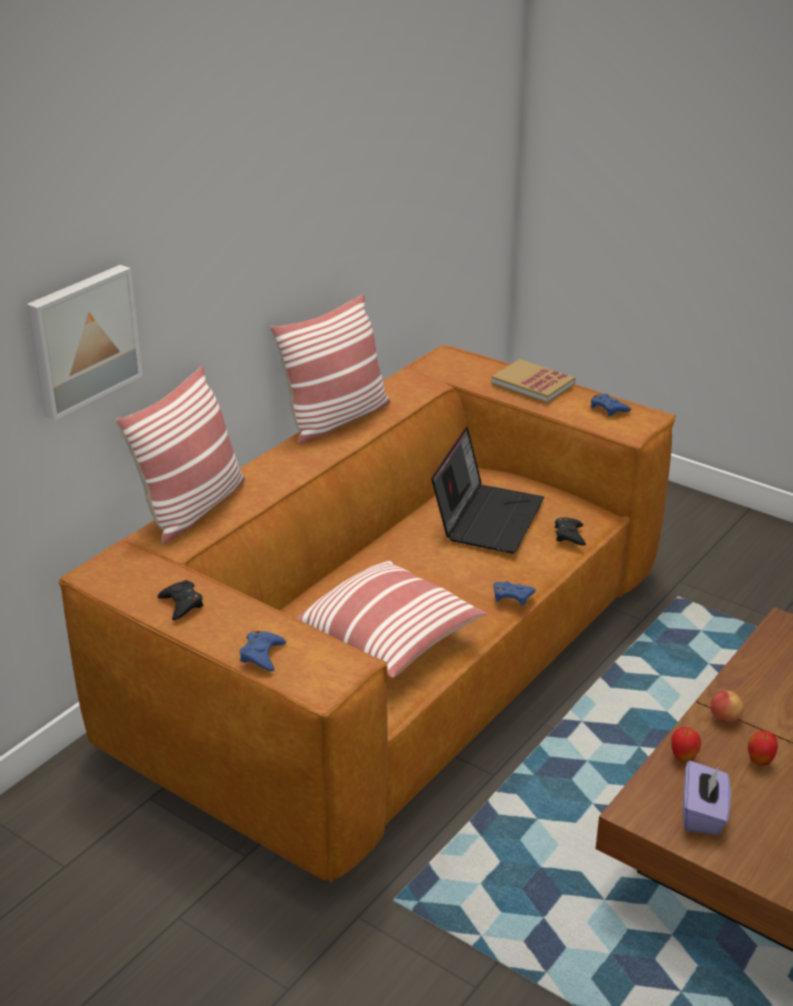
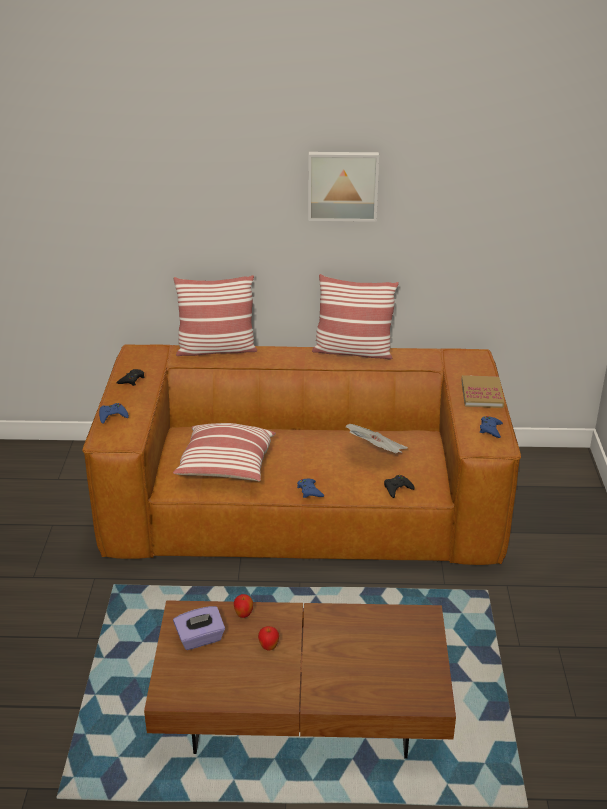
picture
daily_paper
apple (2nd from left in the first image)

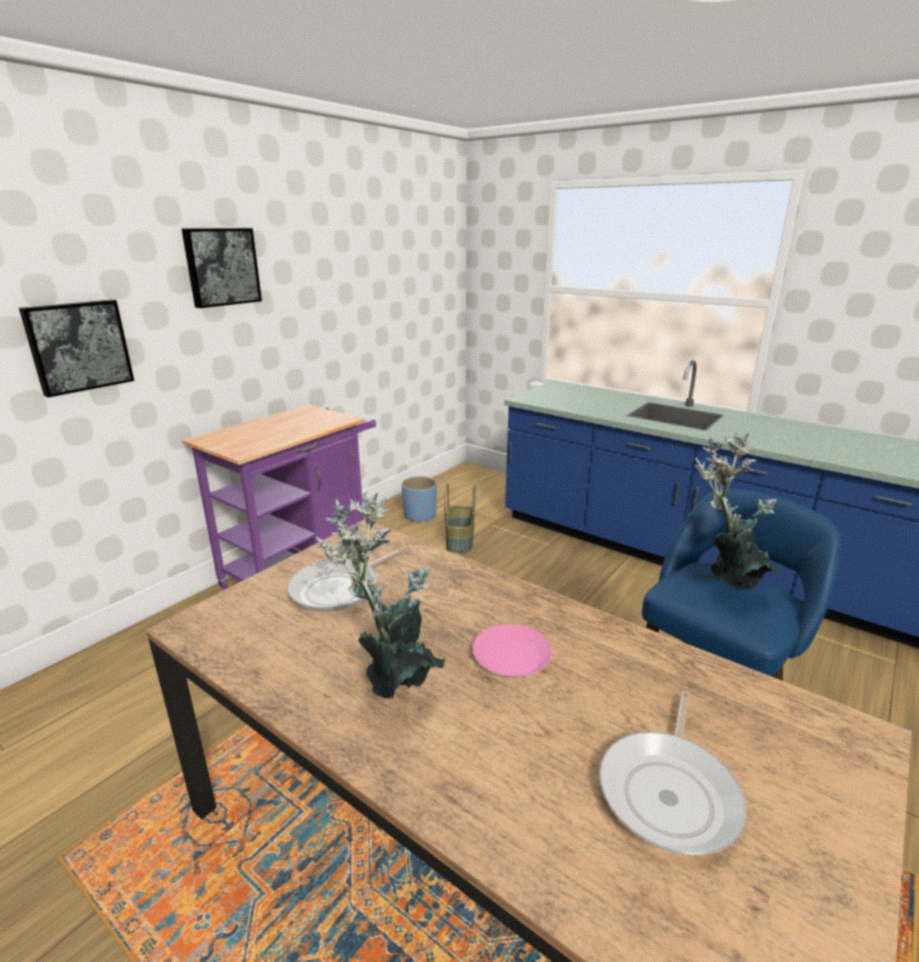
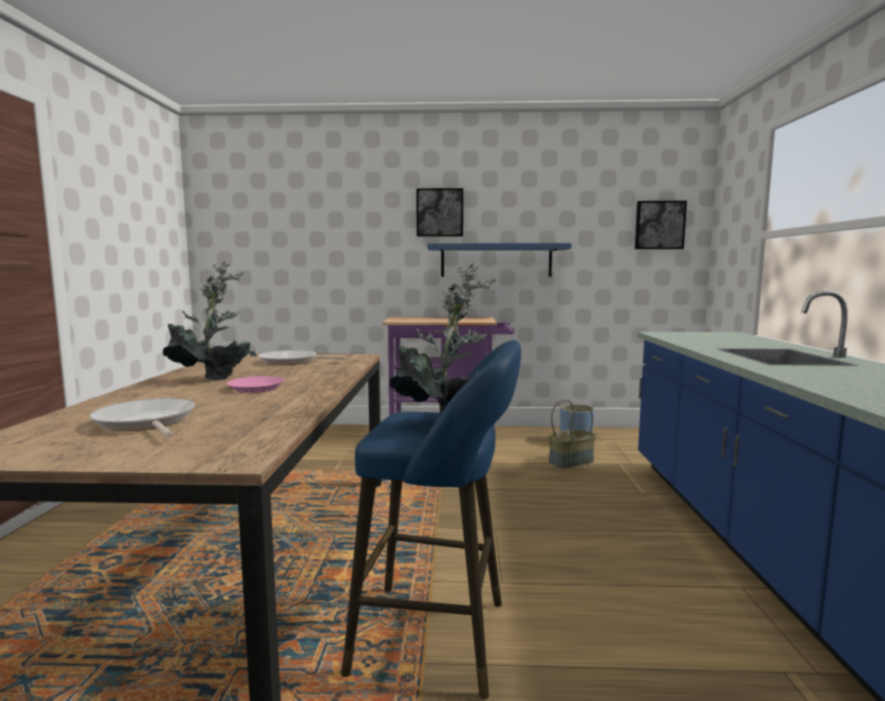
skillet (1st from left)
bluish_wall_shelf
picture (2nd from left)

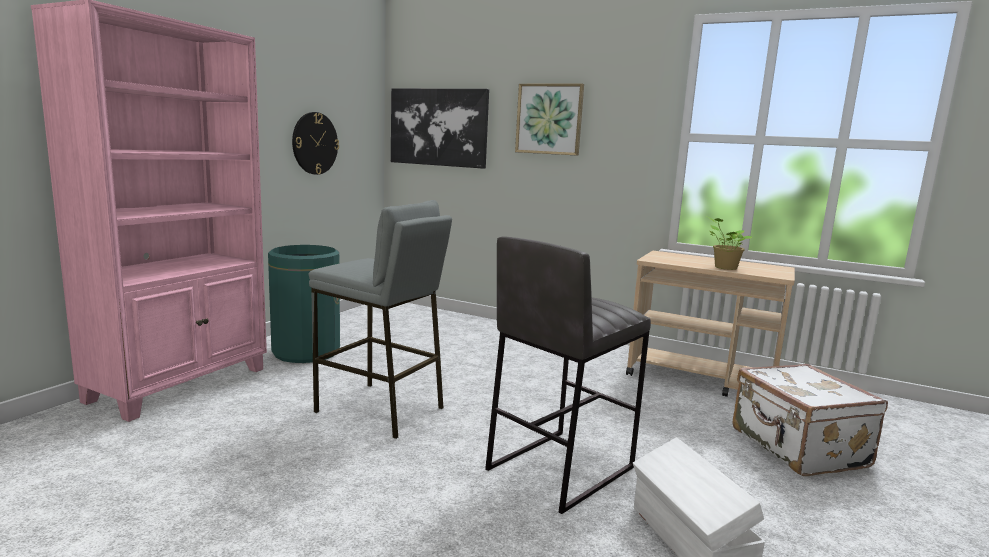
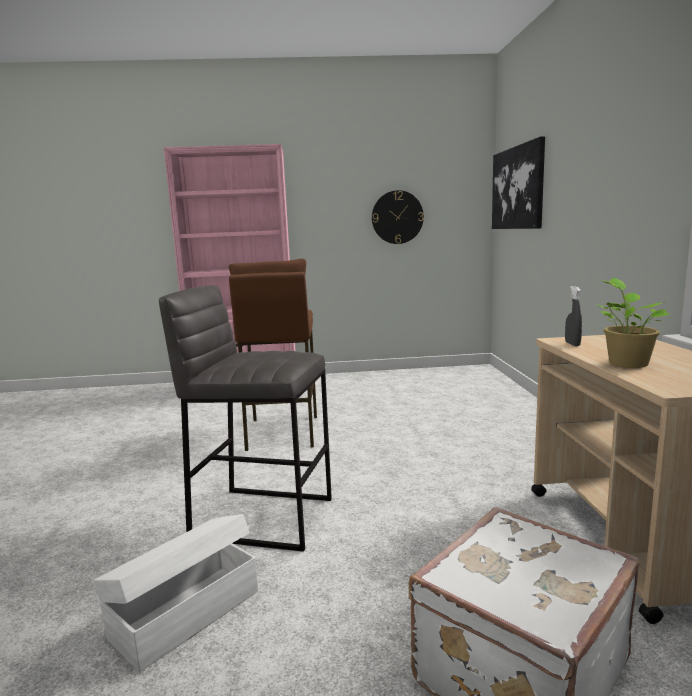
brown-coloured_stool
gray_spray_bottle
green-coloured_waste_bin
picture (2nd from left in the first image)

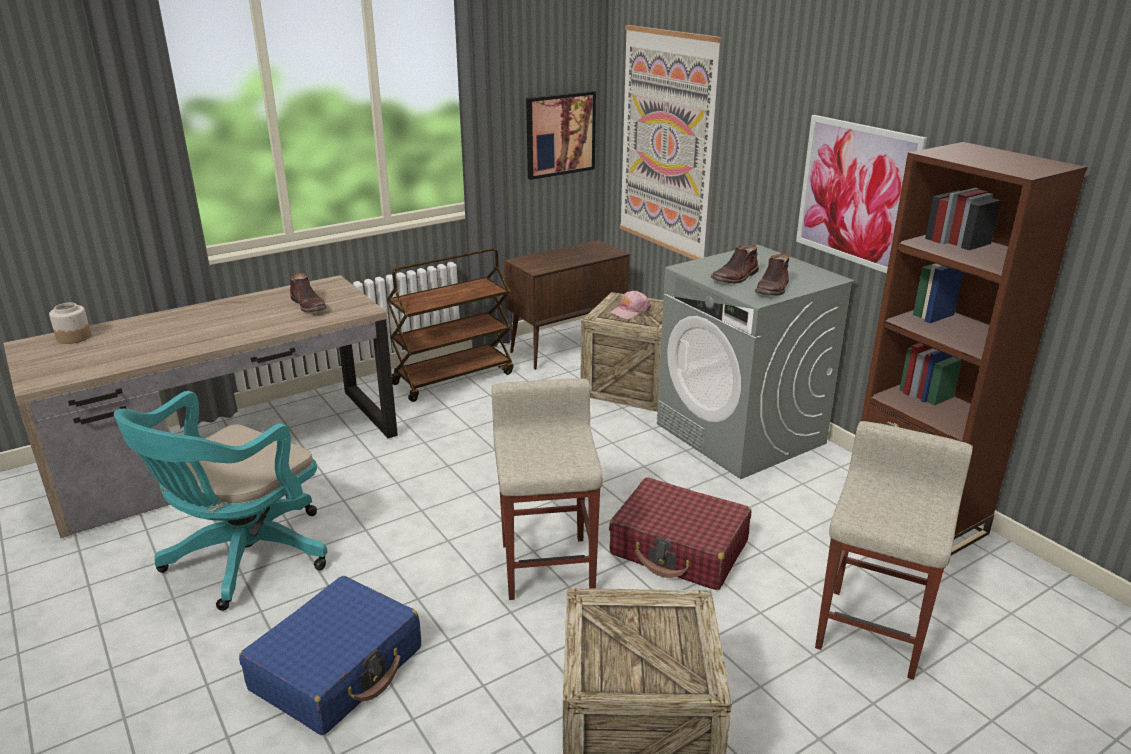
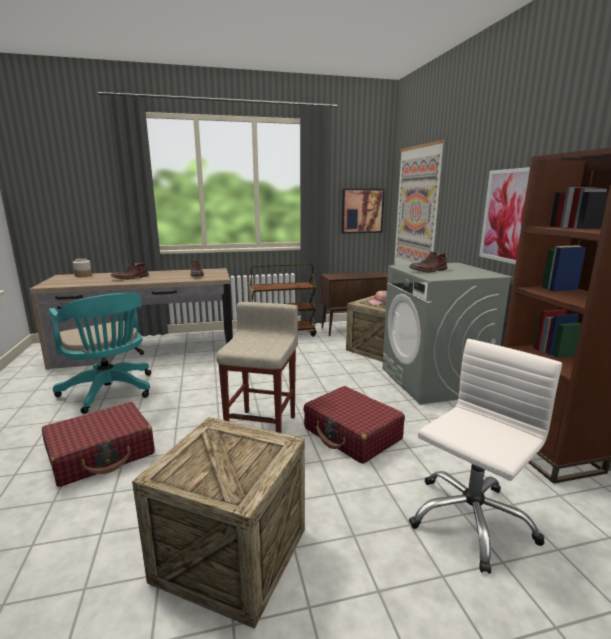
red_suitcase (1st from left)
turquoise-coloured_computer_chair
brown-coloured_tall_boot (1st from left)
white_computer_chair

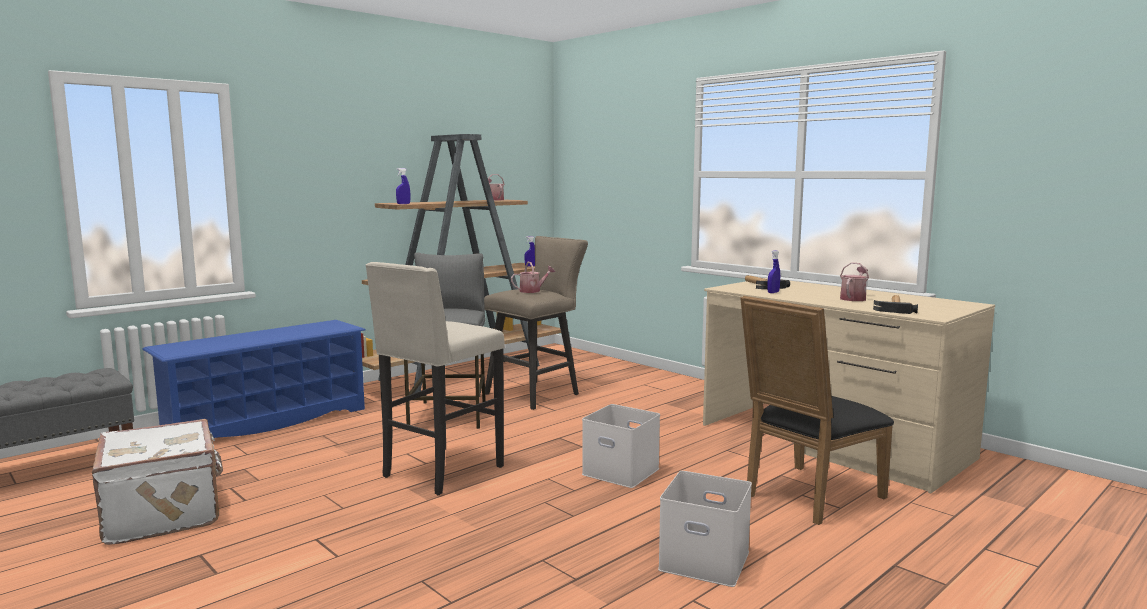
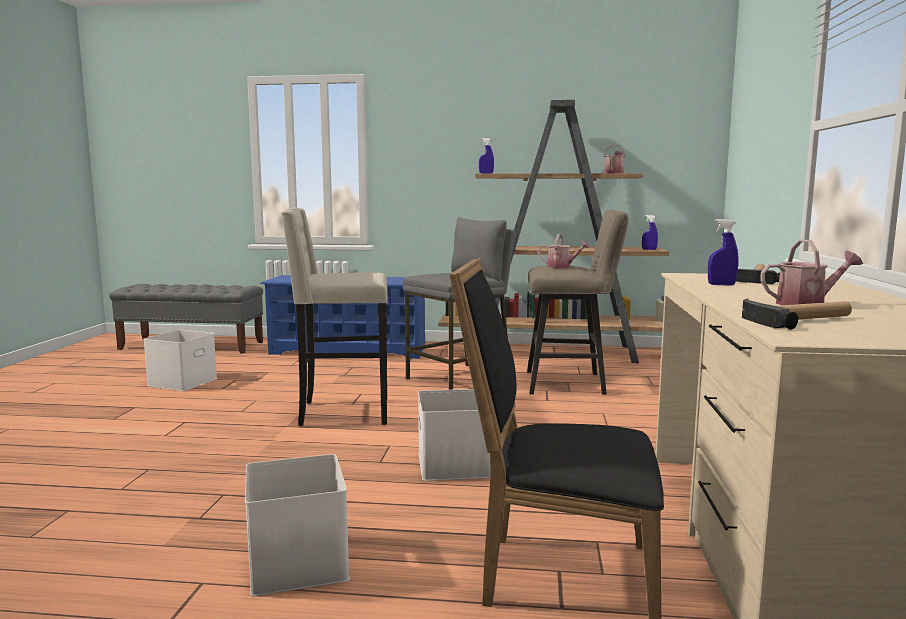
white_storage_box (1st from left)

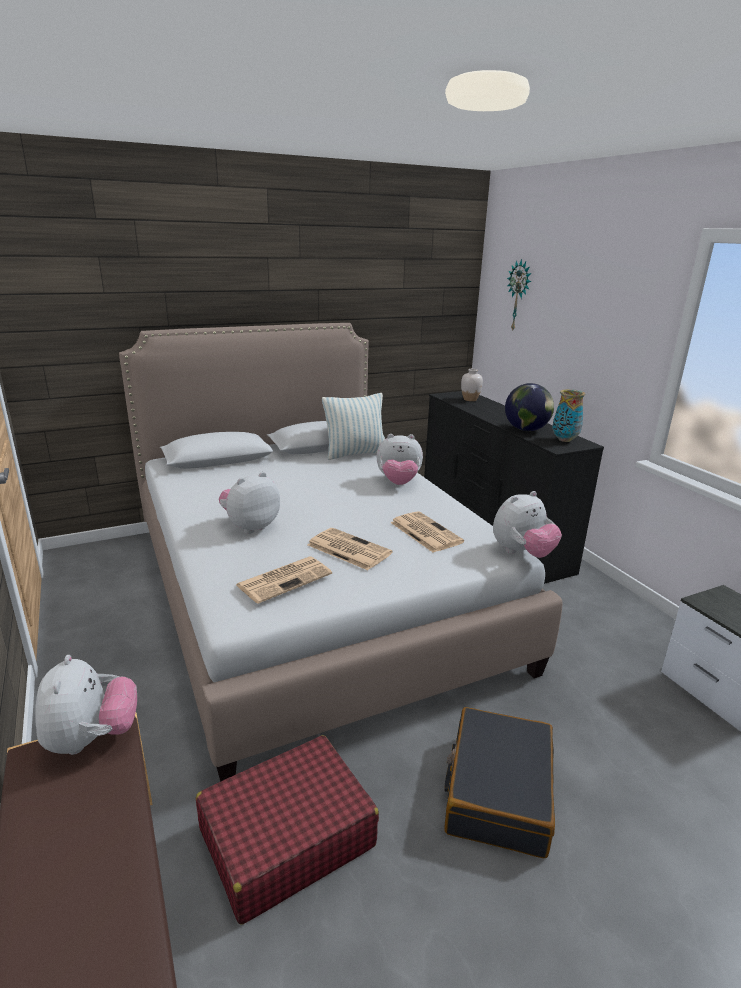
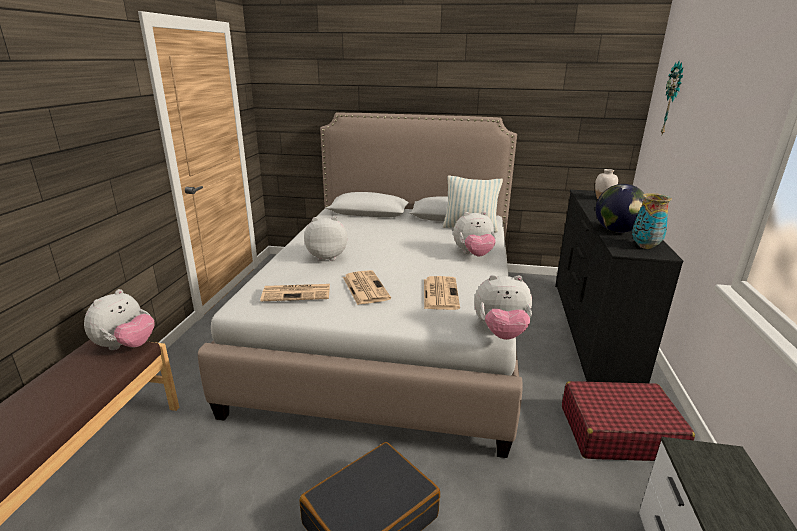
soft_toy (3rd from left)
red_suitcase

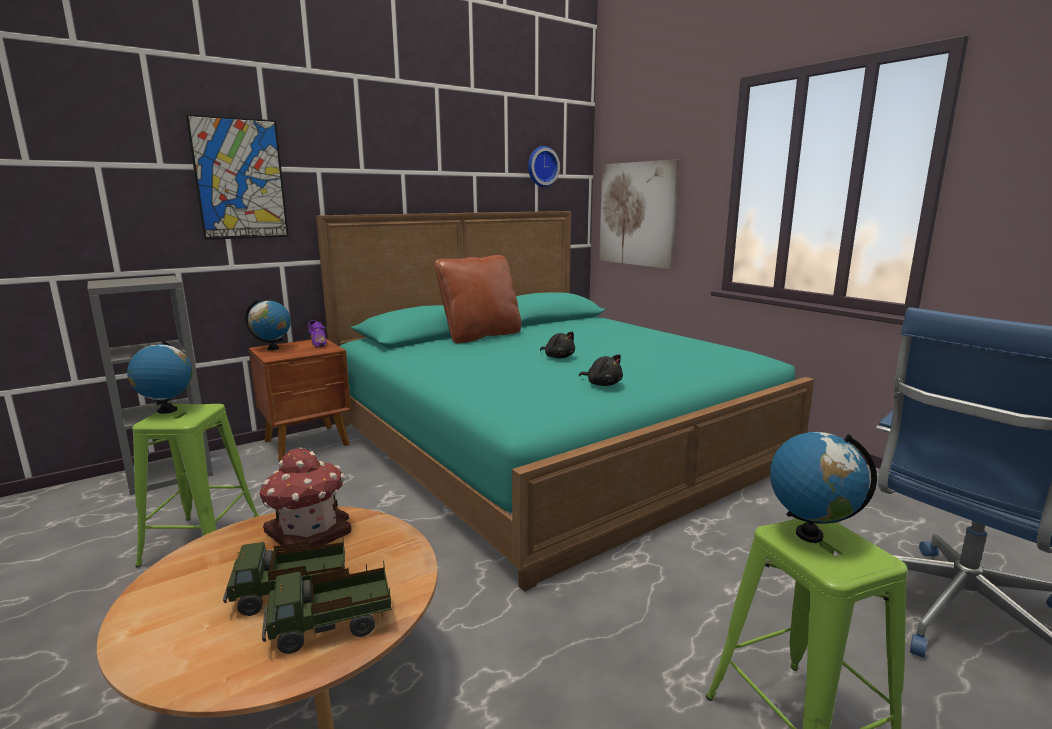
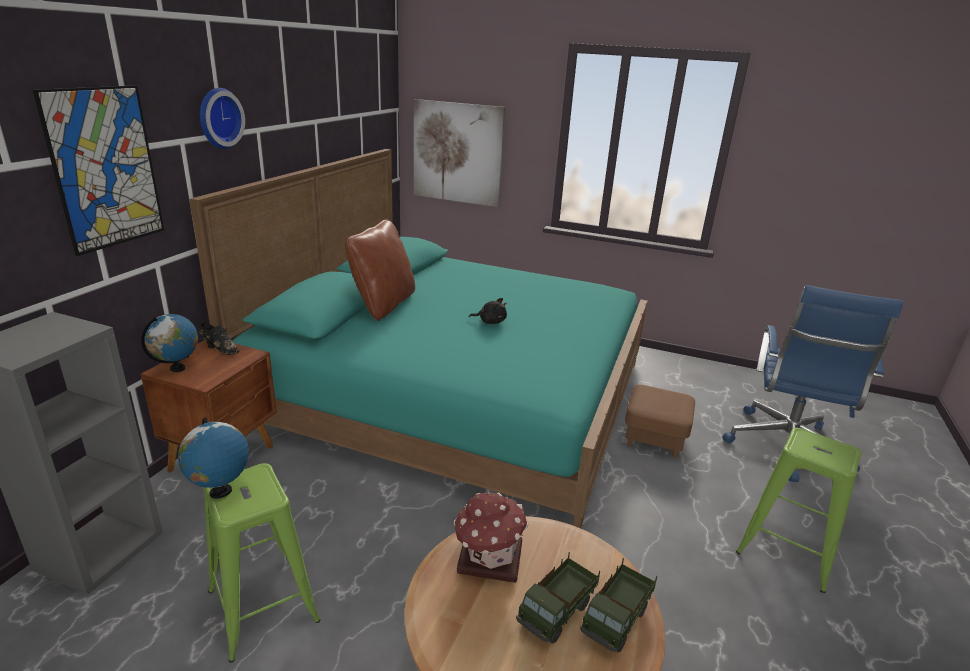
black-coloured_low_shoe
clock_on_the_wall
brown-coloured_pouffe
black-coloured_soft_toy (2nd from left in the first image)
globe (3rd from left in the first image)

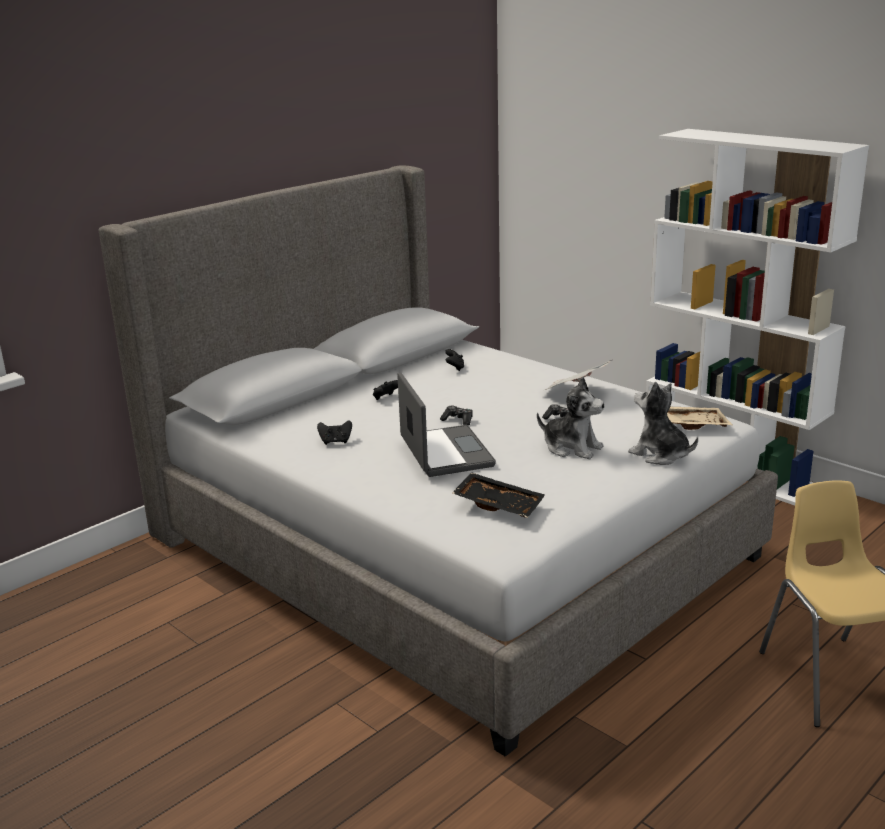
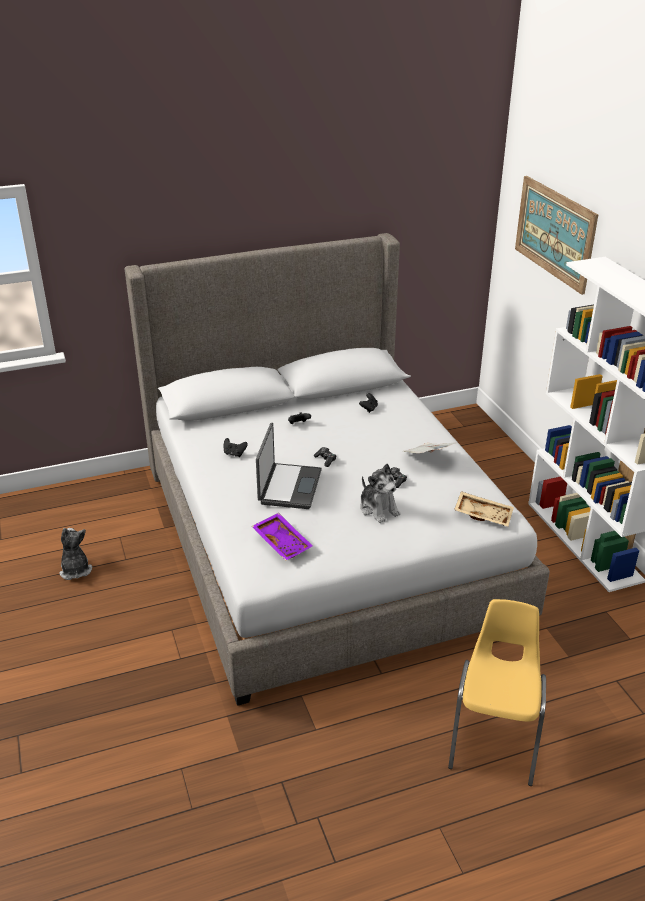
soft_toy (1st from left)
purple_tray
picture

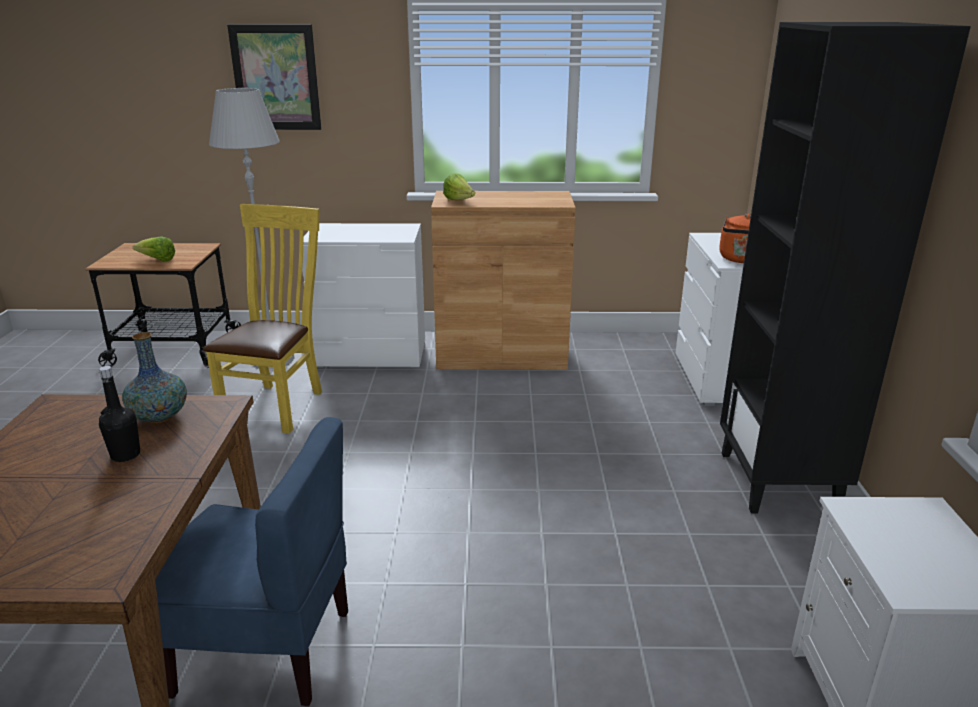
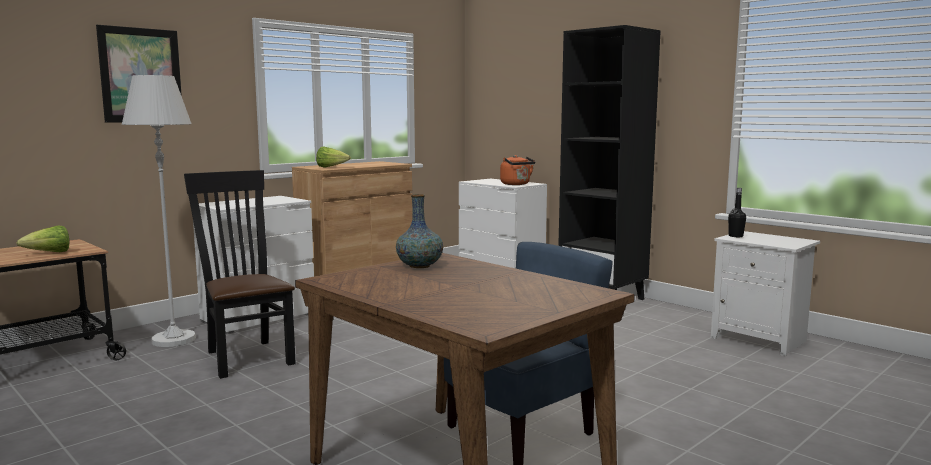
black-coloured_upright_chair
black-coloured_beverage_bottle

